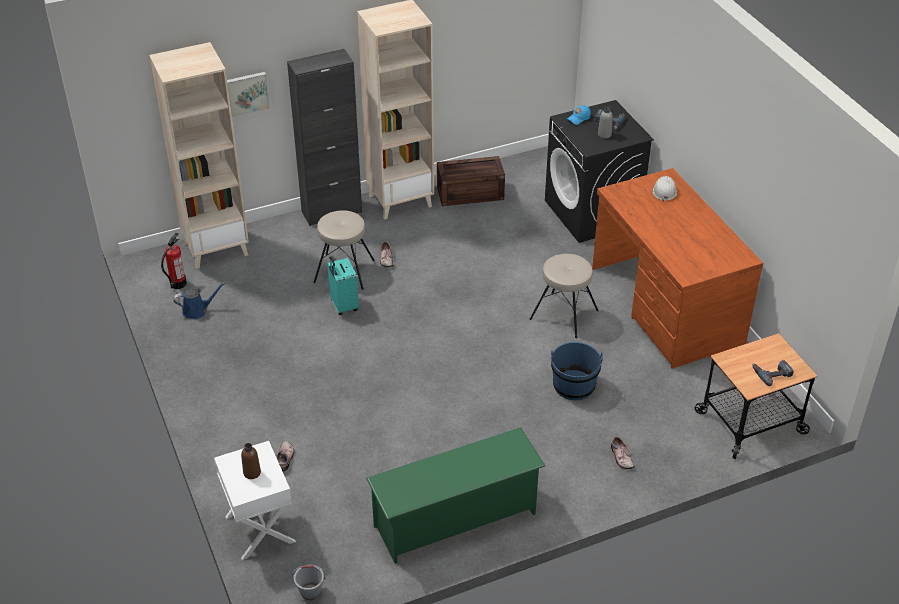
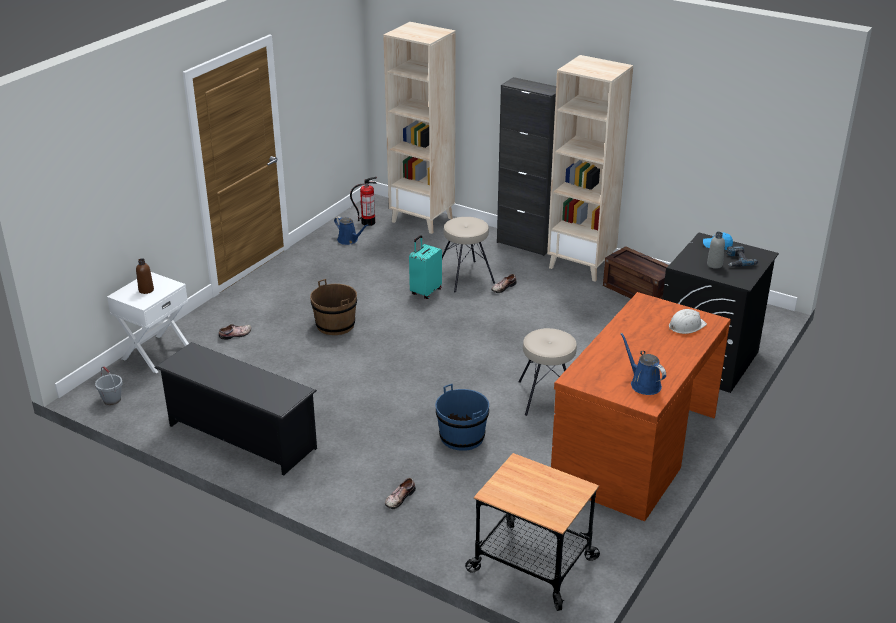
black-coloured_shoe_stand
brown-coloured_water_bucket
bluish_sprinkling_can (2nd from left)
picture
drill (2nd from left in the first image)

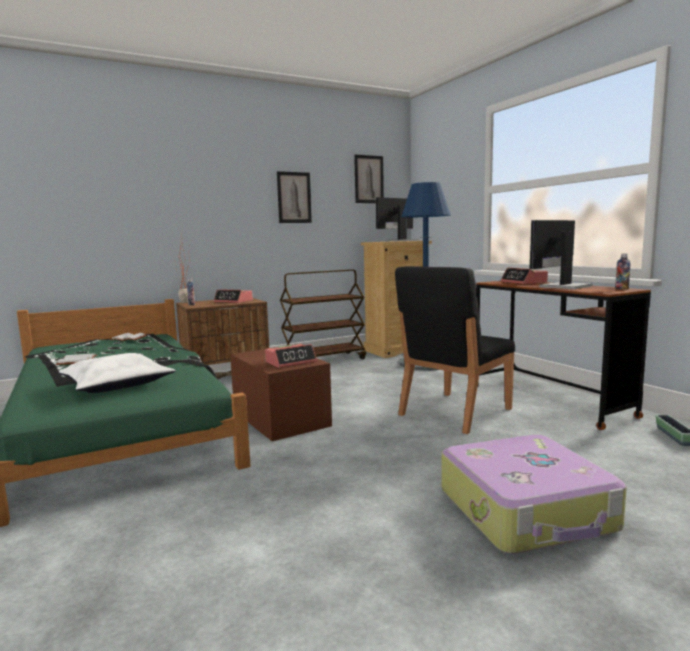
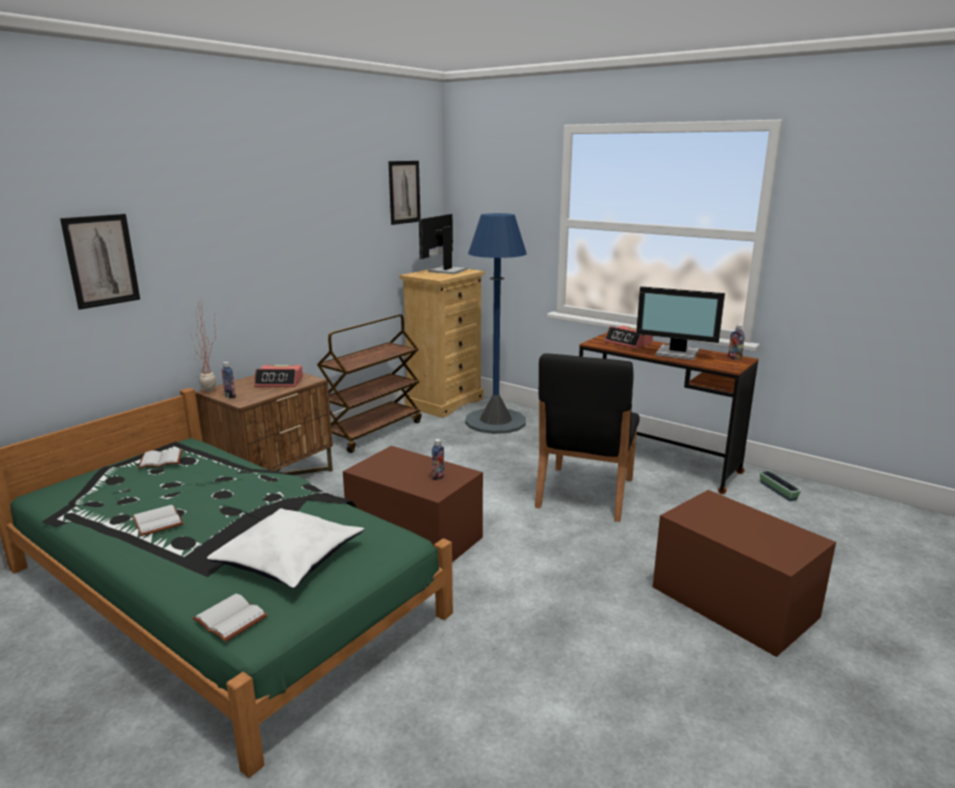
picture (1st from left)
white_bound_book (3rd from left)
beverage_bottle (2nd from left)
monitor (2nd from left)
brown-coloured_storage_box (2nd from left)

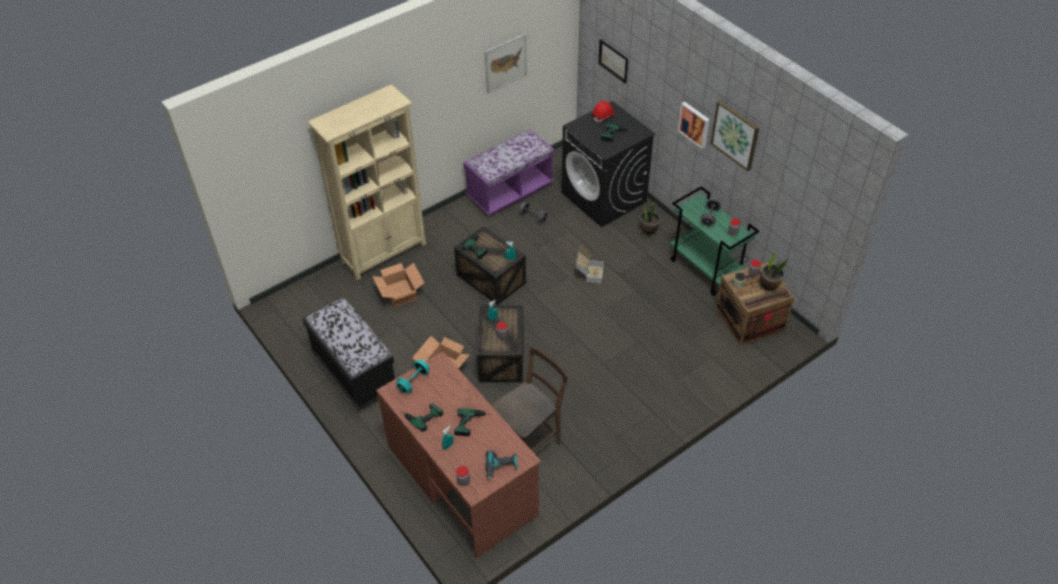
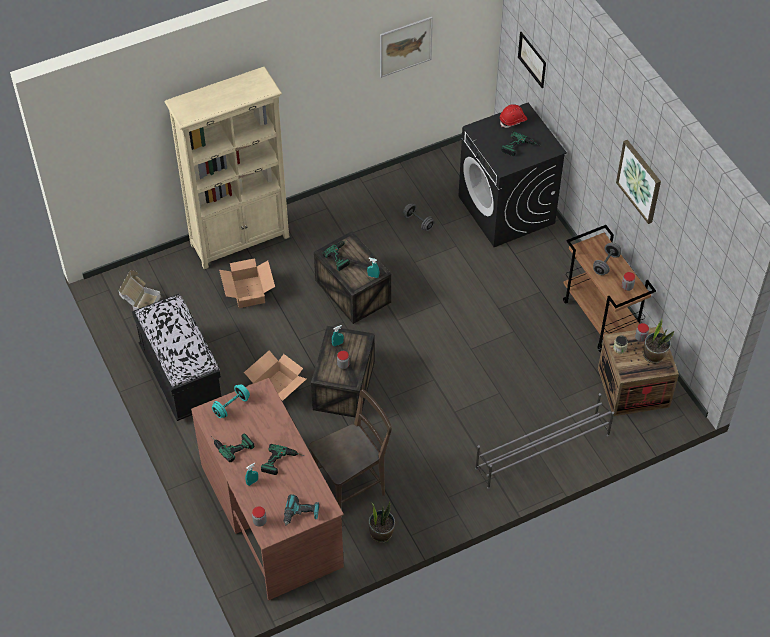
packing_box (1st from left)
potted_plant (1st from left)
gray_shoe_stand
brown-coloured_wheeled_cart
purple_long_seat
picture (3rd from left in the first image)

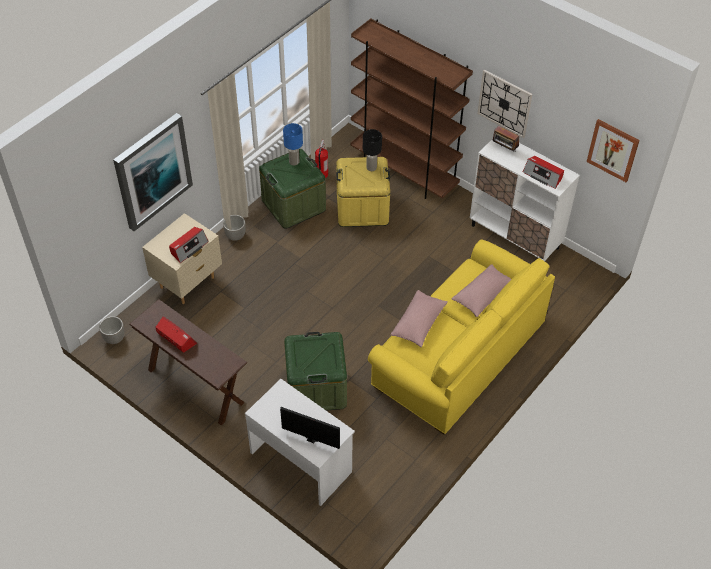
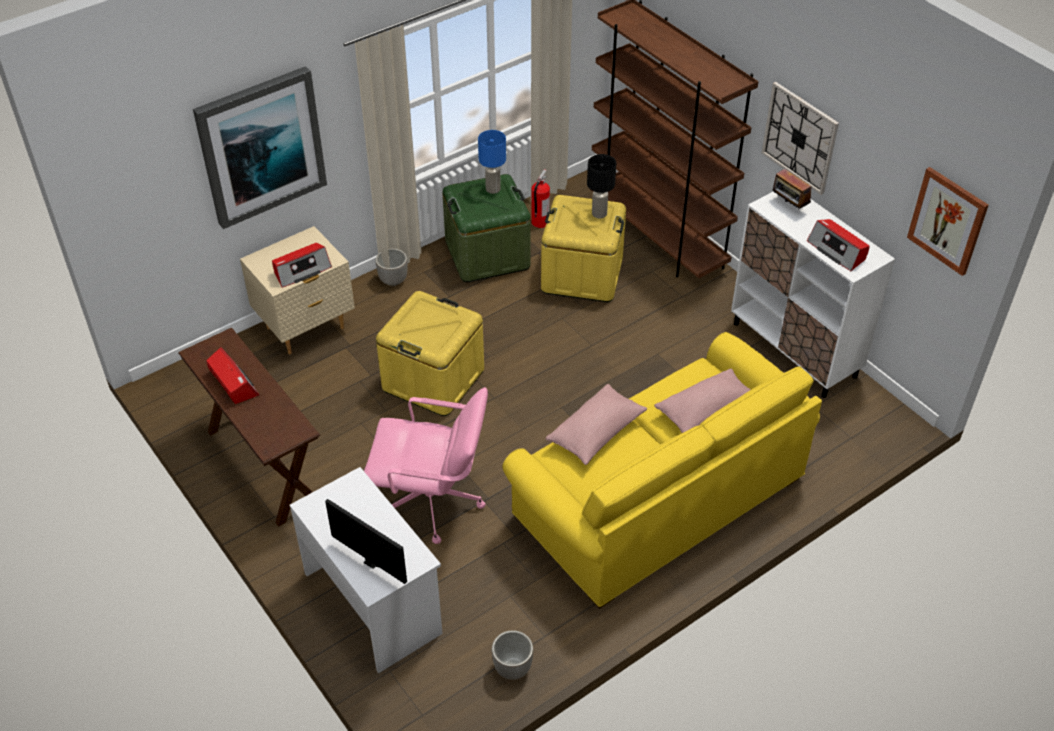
pink_computer_chair
yellowish_storage_box (1st from left)
plant_pot (2nd from left)

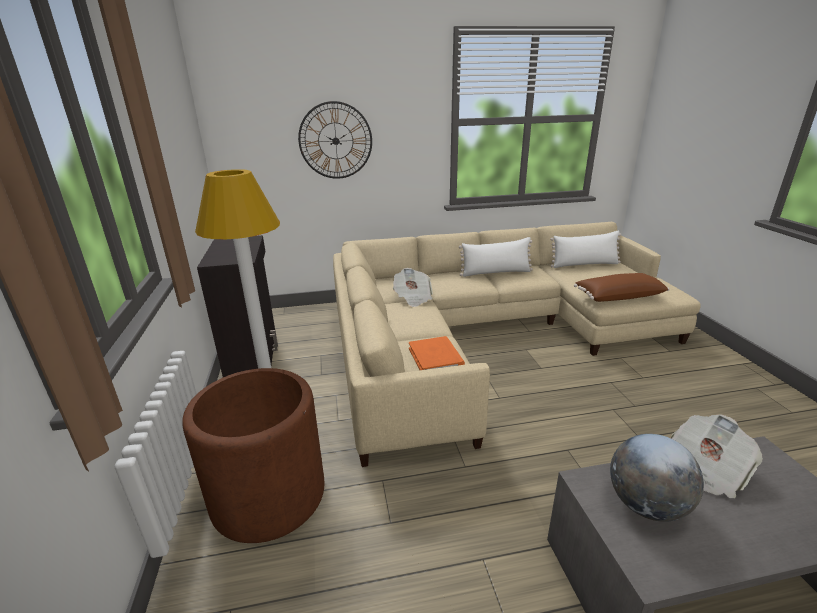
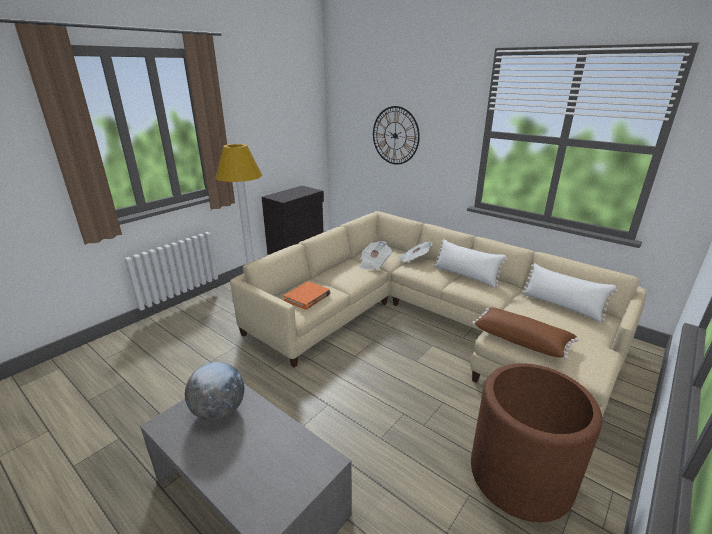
daily_paper (2nd from left)
brown-coloured_plant_pot

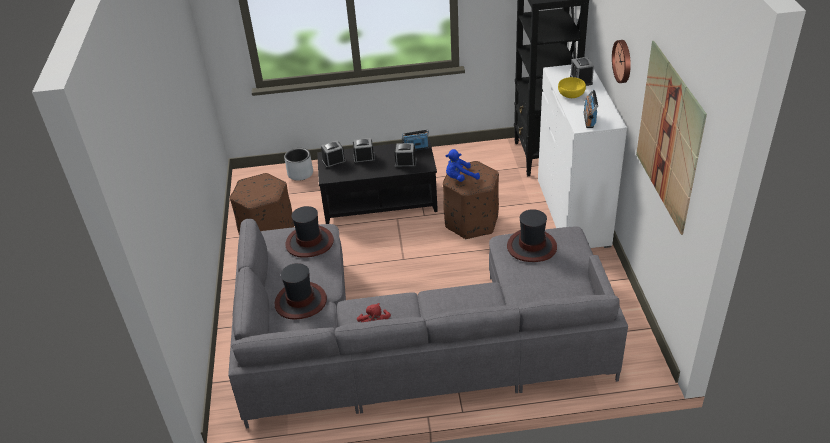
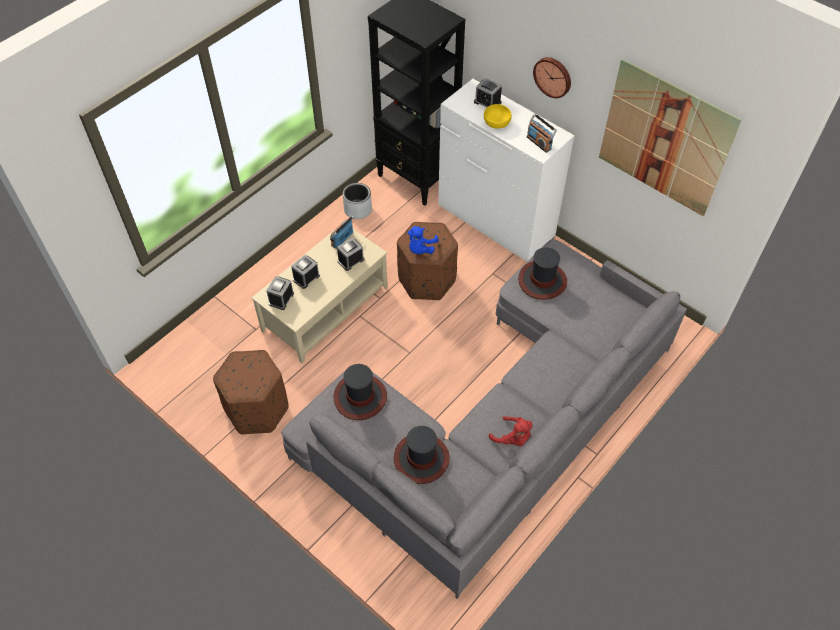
beige_low_table
gray_plant_pot

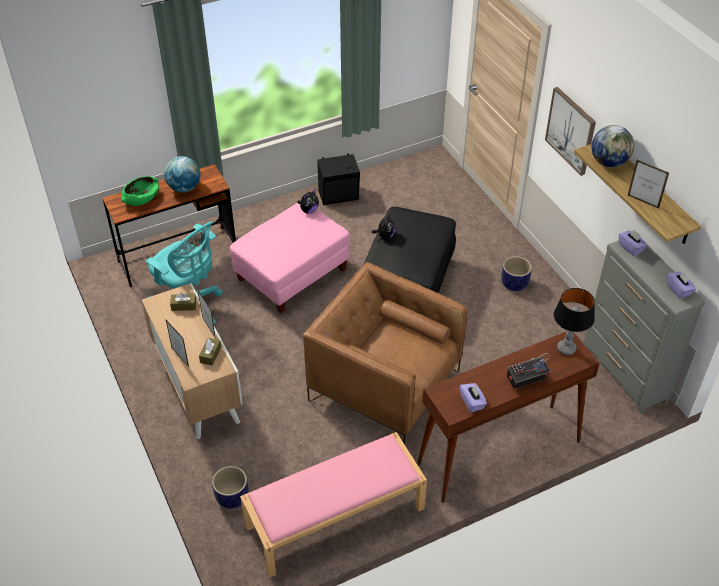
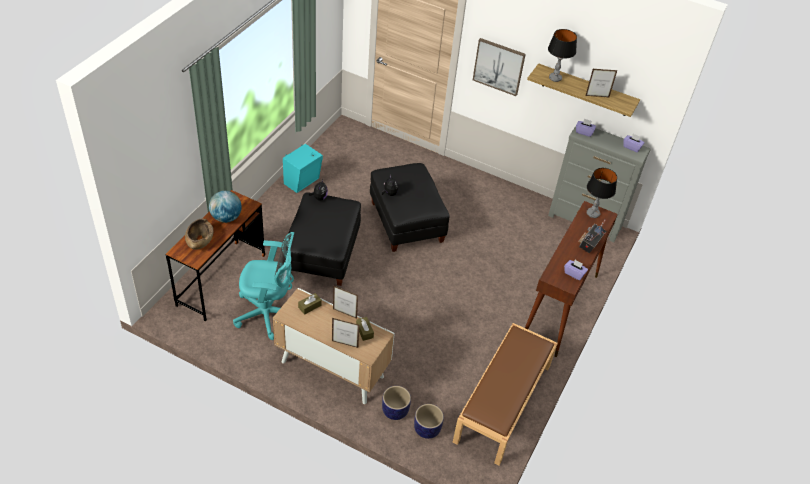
brown-coloured_serving_bowl
turquoise-coloured_audio_speaker
black-coloured_pouffe (1st from left)
plant_pot (1st from left)
brown-coloured_long_seat
tabletop_lamp (1st from left)
brown-coloured_easy_chair

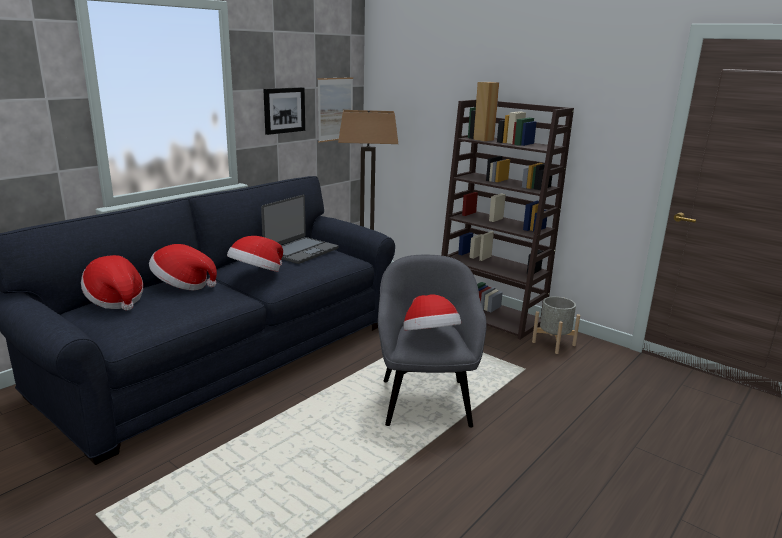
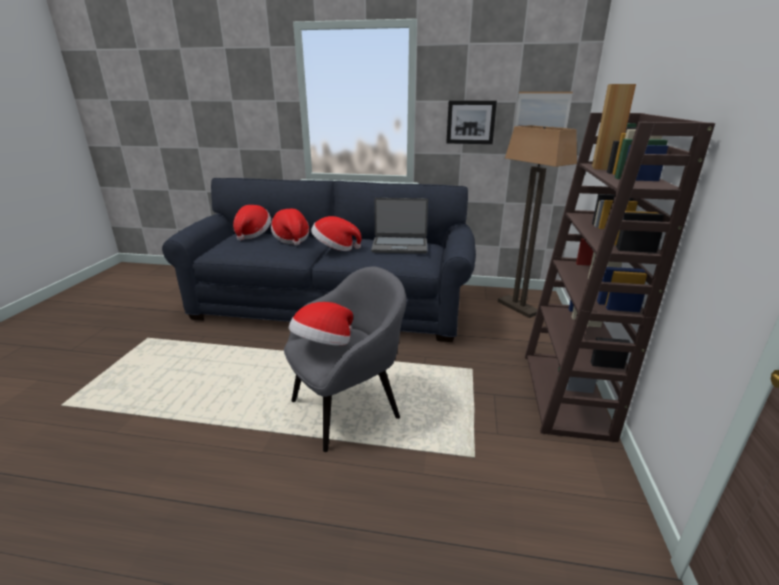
gray_plant_pot

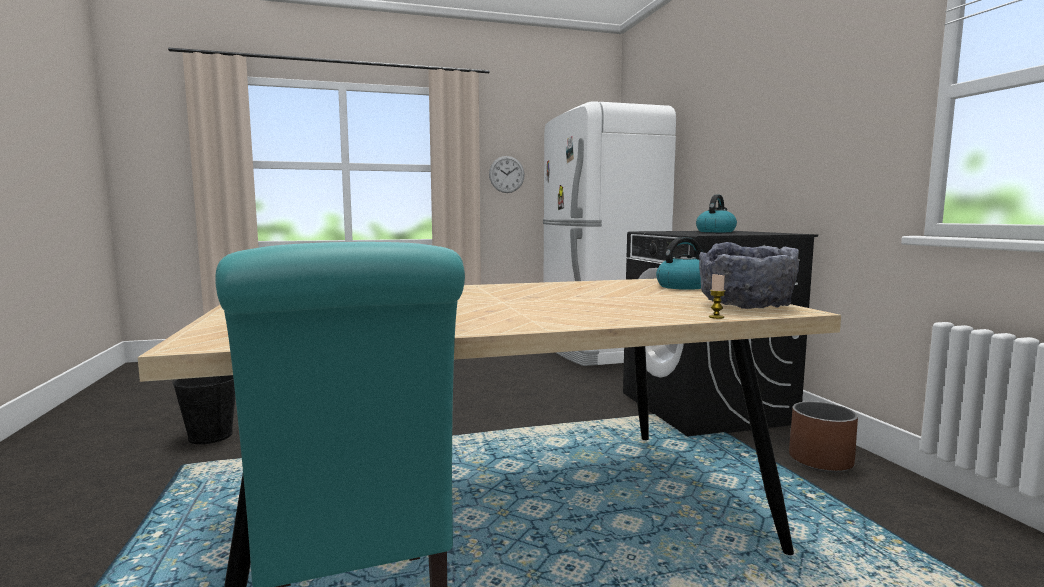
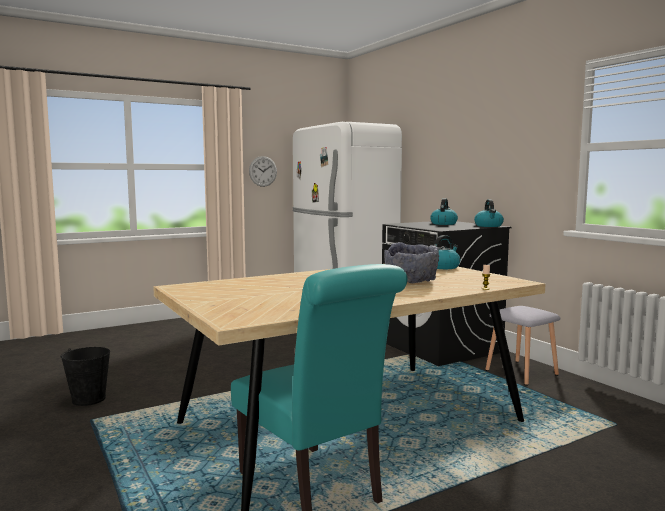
gray_serving_bowl
tea_kettle (3rd from left)
gray_stool

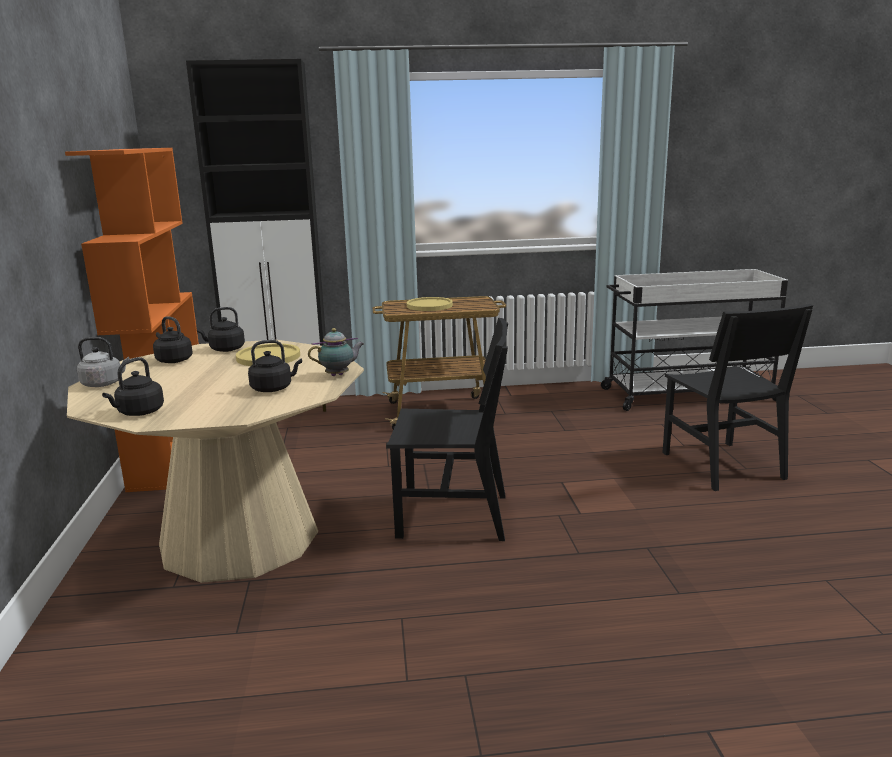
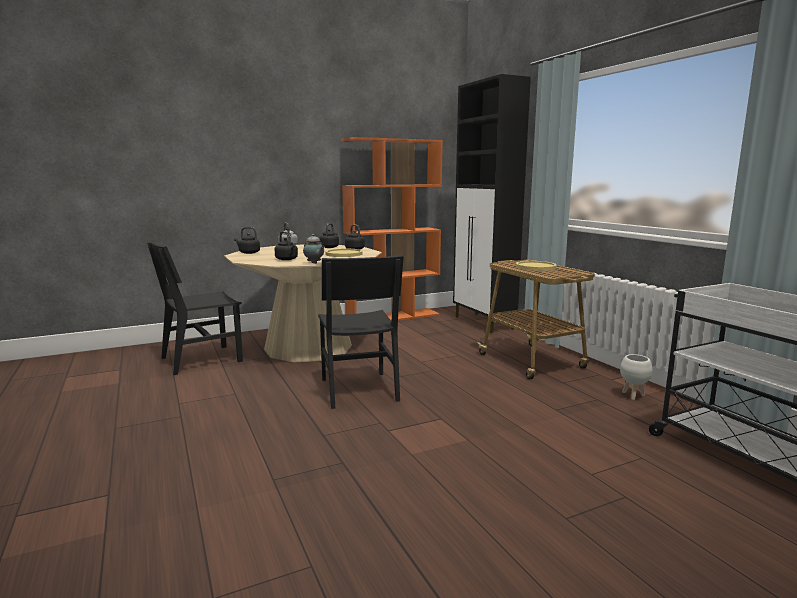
black-coloured_upright_chair (1st from left)
white_plant_pot

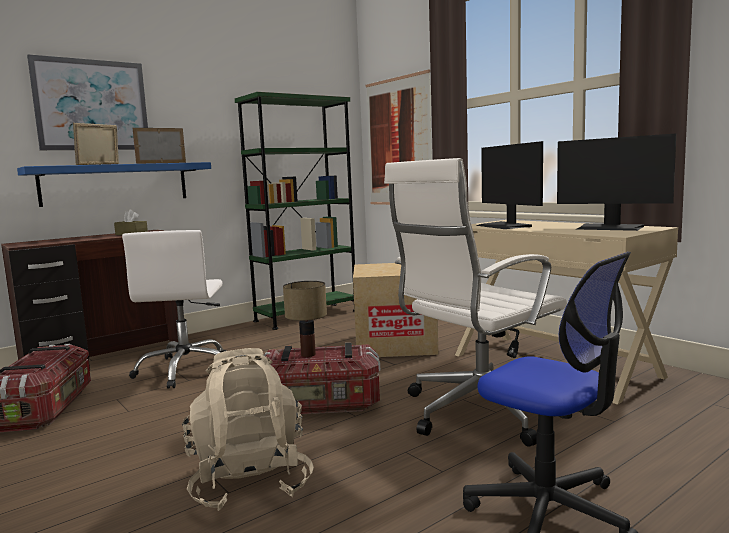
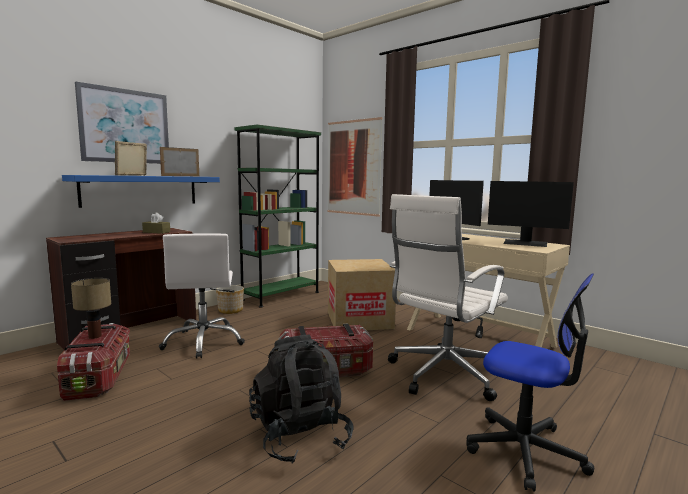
tabletop_lamp
plant_pot
black-coloured_rucksack

